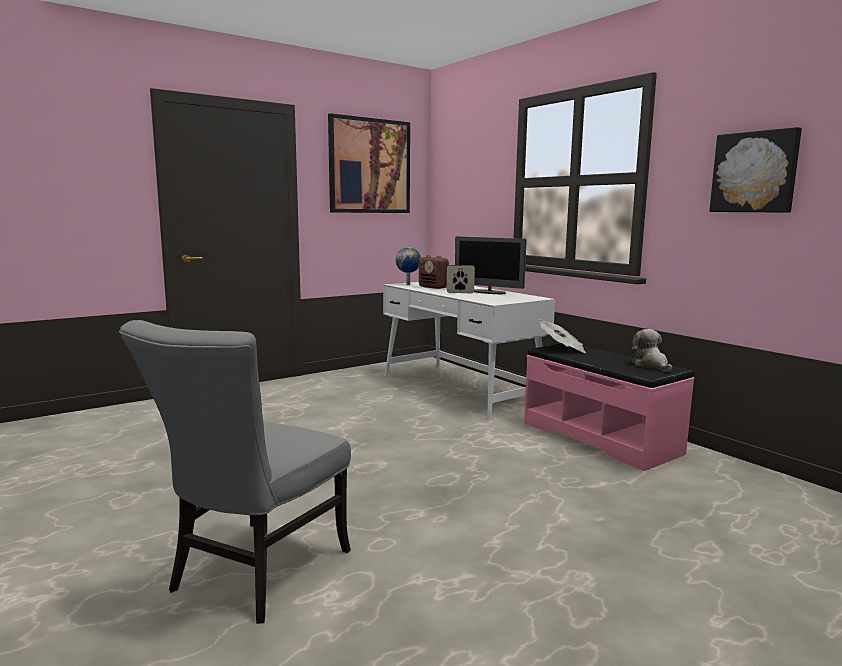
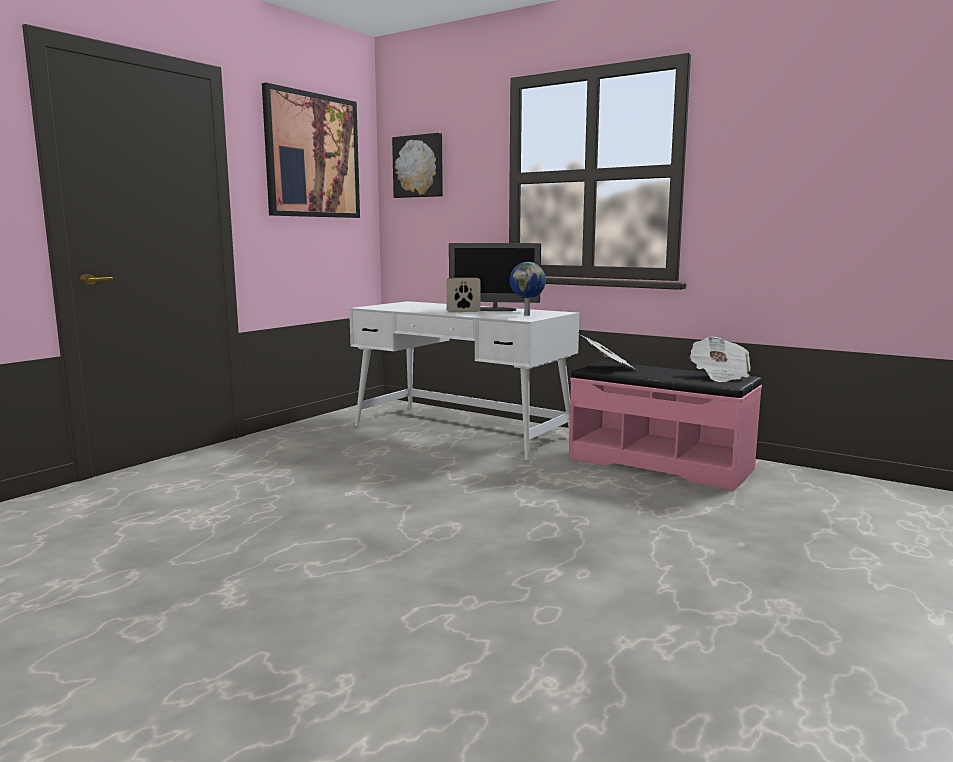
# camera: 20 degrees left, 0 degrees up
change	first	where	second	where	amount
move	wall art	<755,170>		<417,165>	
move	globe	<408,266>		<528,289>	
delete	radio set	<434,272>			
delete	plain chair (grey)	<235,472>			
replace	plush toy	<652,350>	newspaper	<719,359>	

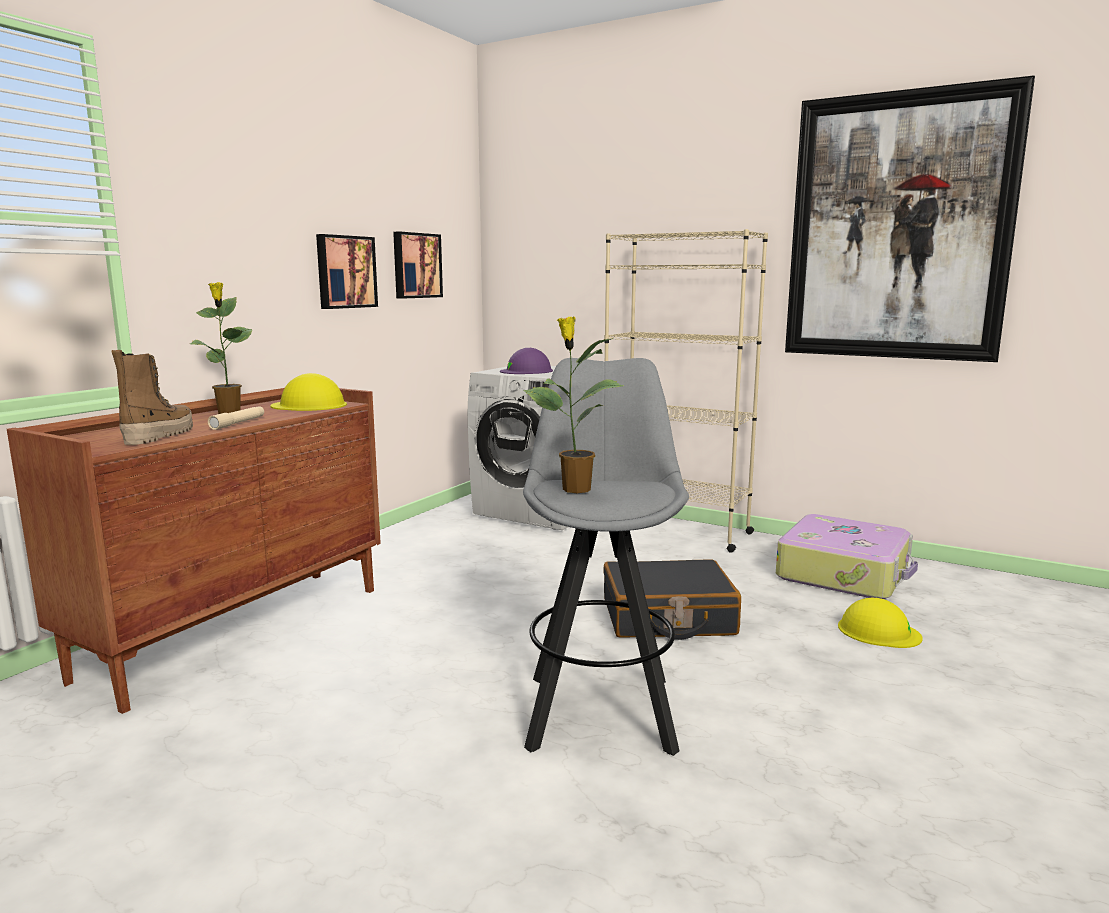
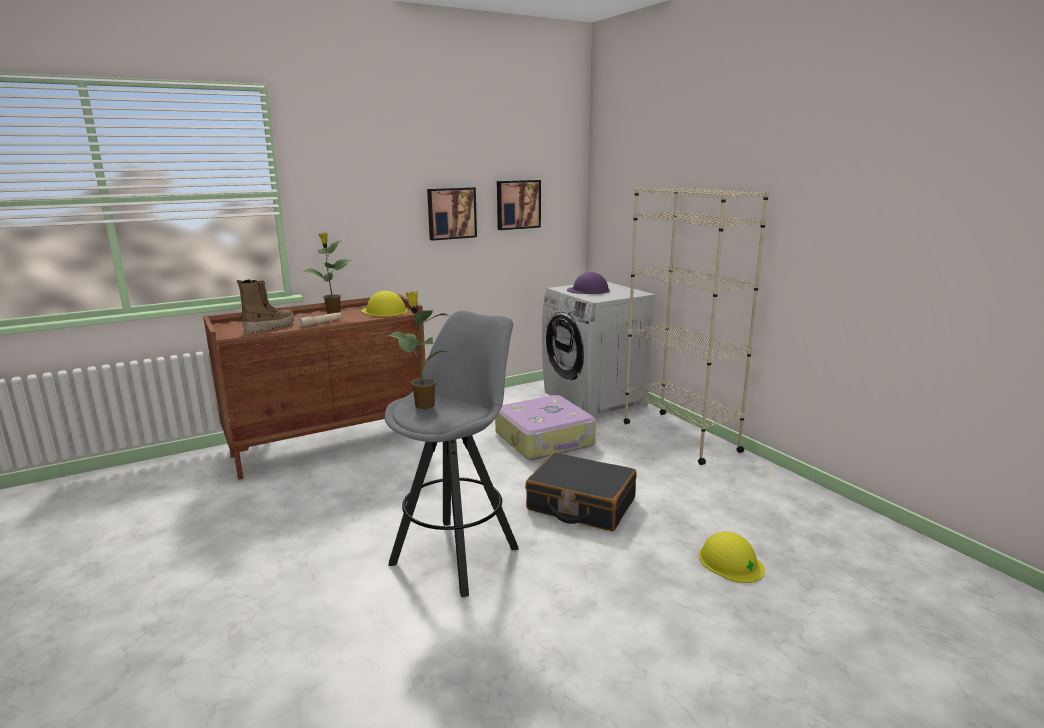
# camera: 30 degrees right, 5 degrees up
change	first	where	second	where	amount
delete	wall art	<910,218>			
move	piece of luggage	<847,556>		<545,427>	

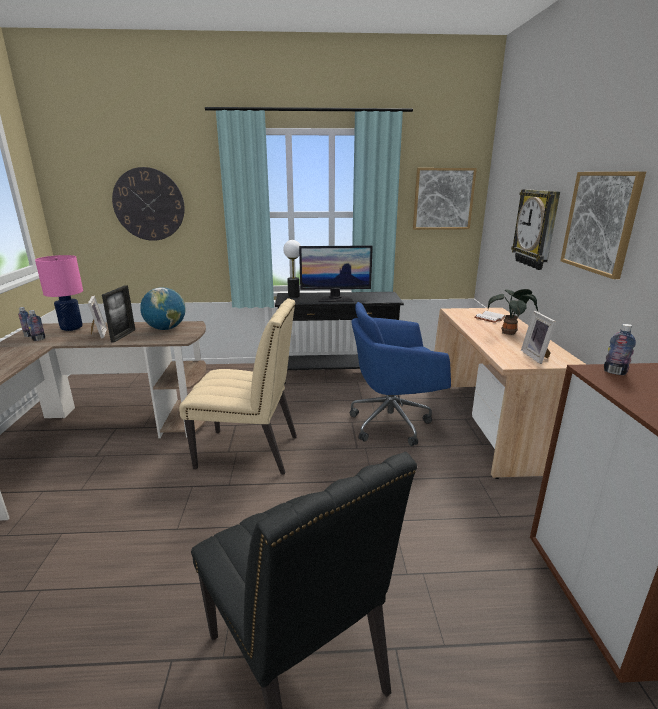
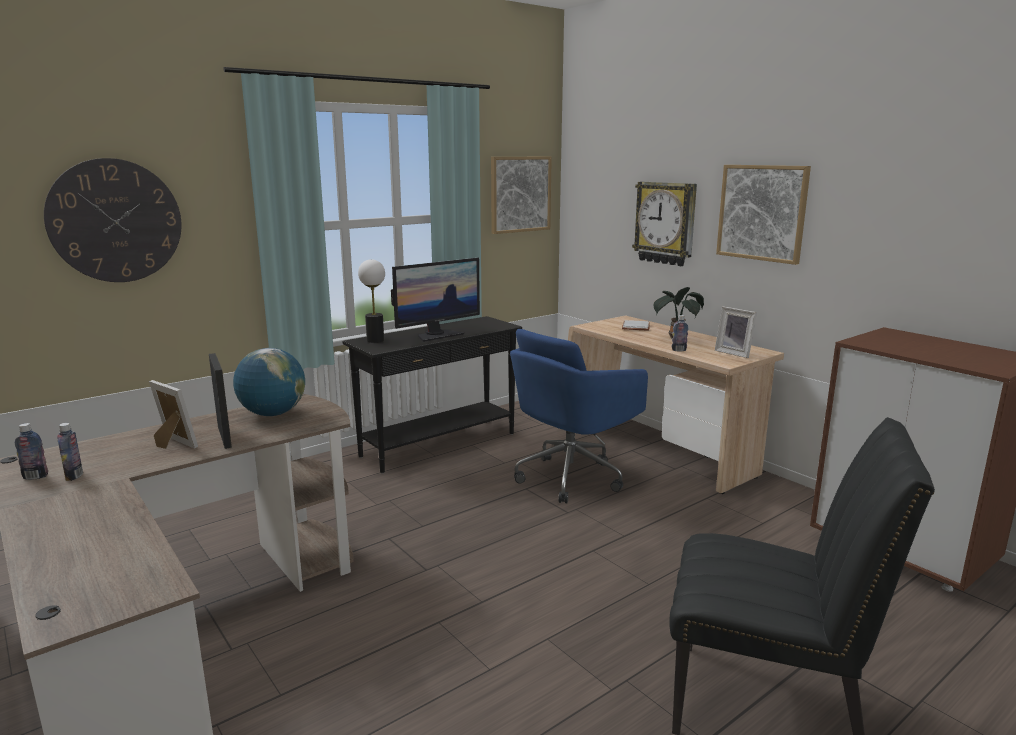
# camera: 35 degrees left, 5 degrees down
change	first	where	second	where	amount
delete	tabletop lamp (pink-coloured)	<59,293>			
delete	plain chair (beige)	<238,386>			
move	drink bottle	<620,349>		<680,333>	

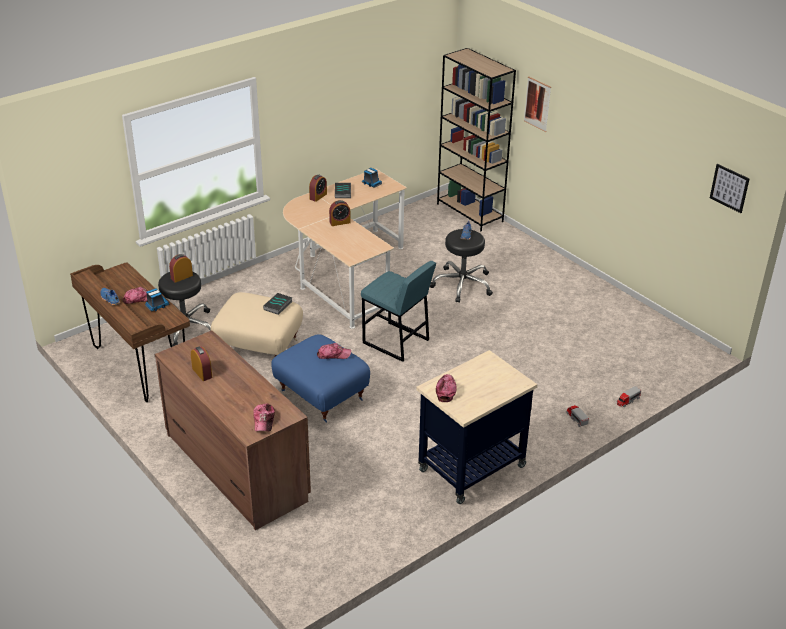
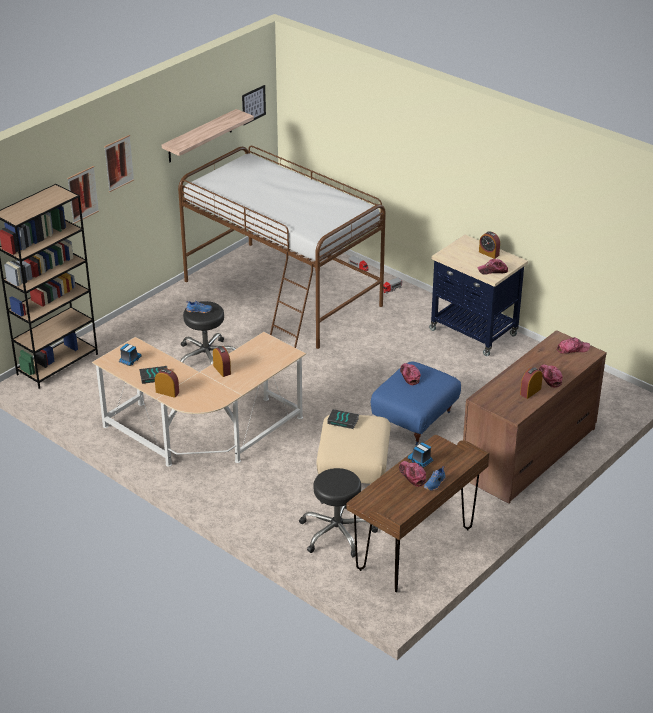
# camera: 100 degrees left, 0 degrees up
change	first	where	second	where	amount
move	alarm clock	<181,268>		<489,245>	
delete	sitting stool (bluish)	<398,311>			
insert			shelf	<208,135>	
insert			wall art	<119,163>	
insert			bed (brown-coloured)	<282,247>	
insert			peaked cap	<551,376>	

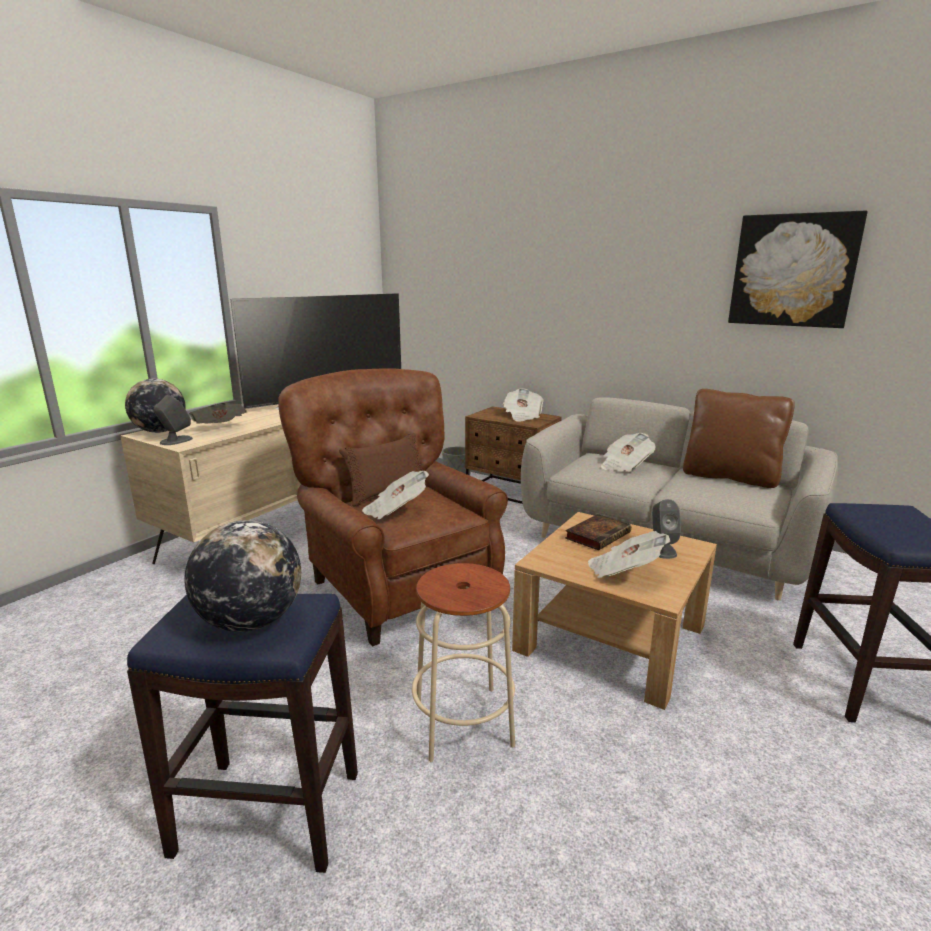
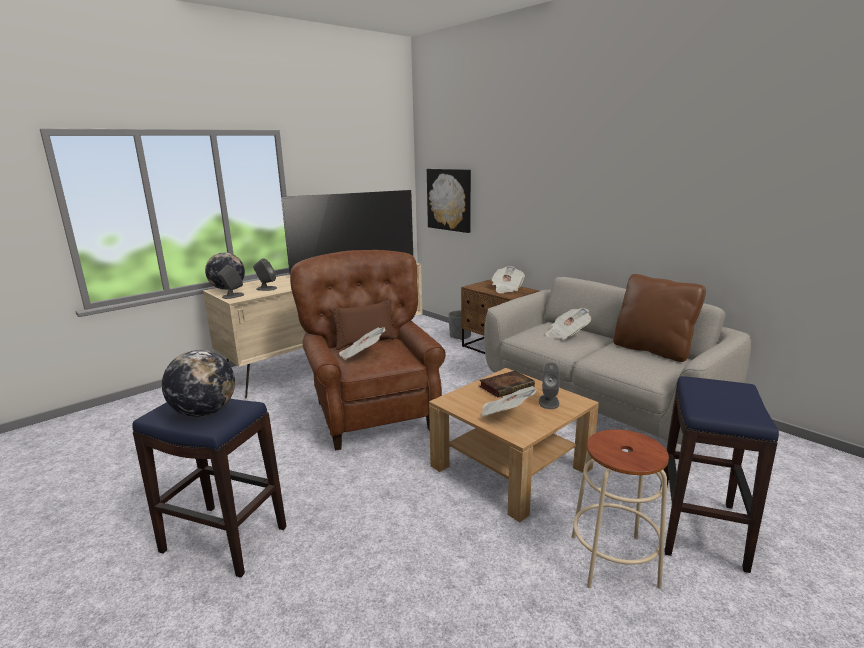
# camera: 15 degrees right, 0 degrees up
change	first	where	second	where	amount
move	wall art	<798,269>		<449,201>	
replace	newspaper	<218,413>	audio speaker (grey)	<265,274>	
move	sitting stool (beige)	<463,662>		<620,509>	

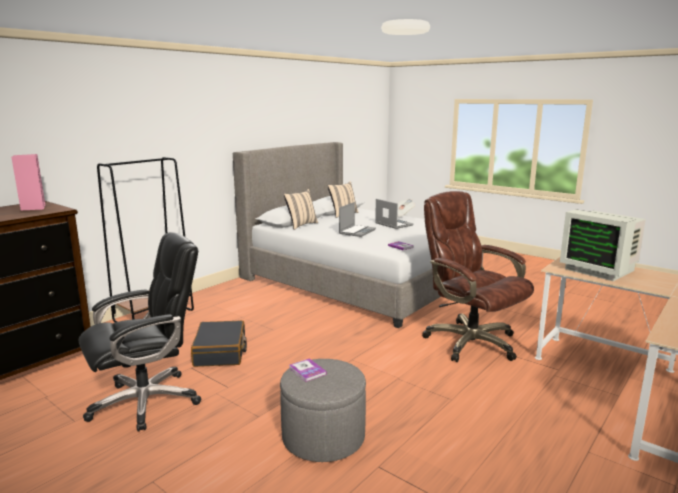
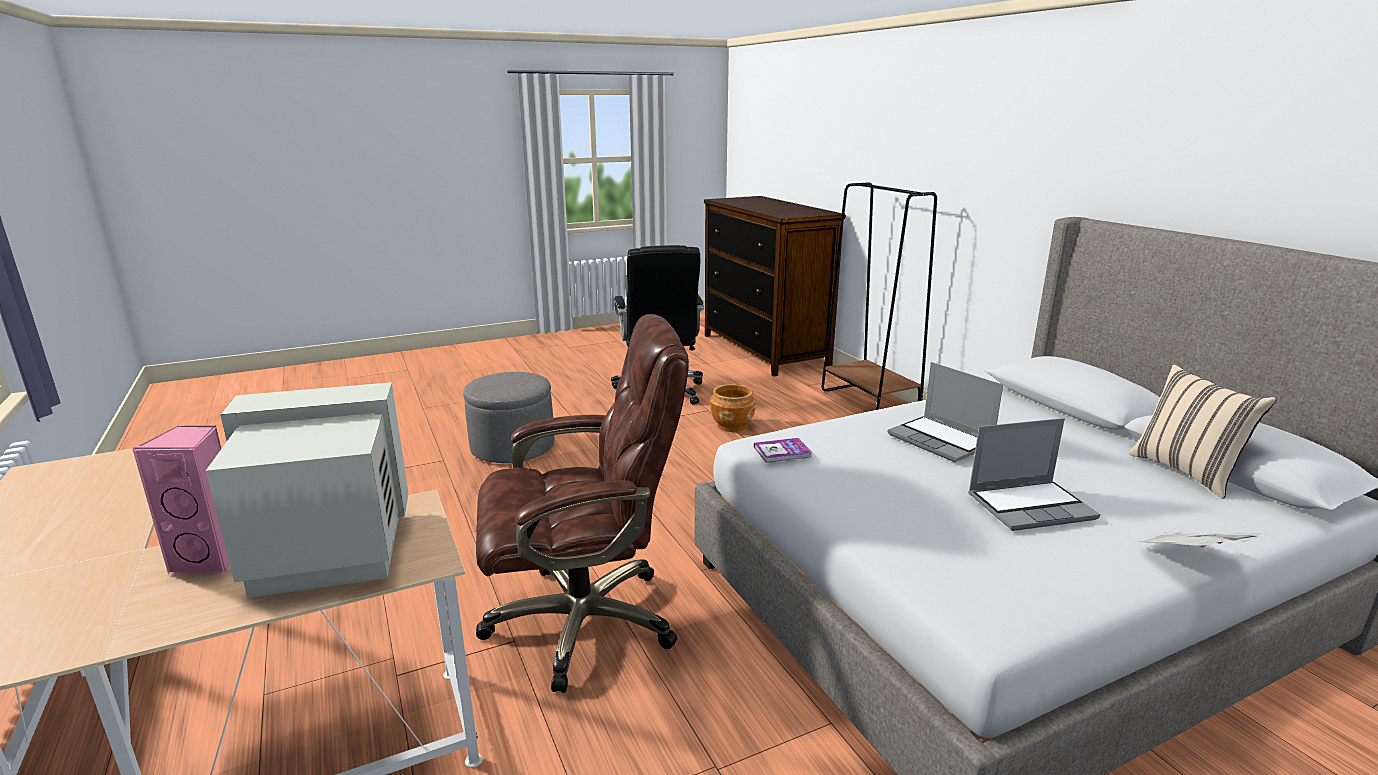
# camera: 115 degrees right, 5 degrees up
change	first	where	second	where	amount
move	audio speaker (pink-coloured)	<28,182>		<180,499>	
delete	cushion (beige)	<301,209>			
replace	piece of luggage (black)	<219,343>	planter (brown-coloured)	<733,408>	
delete	book	<308,370>			

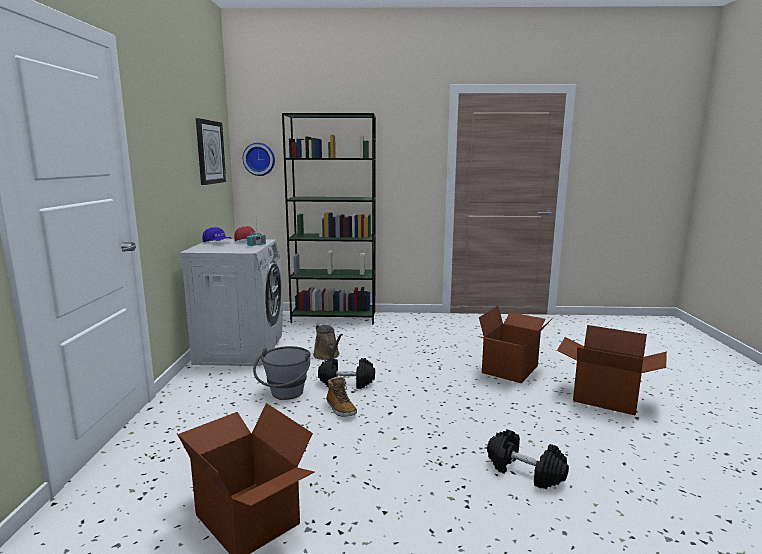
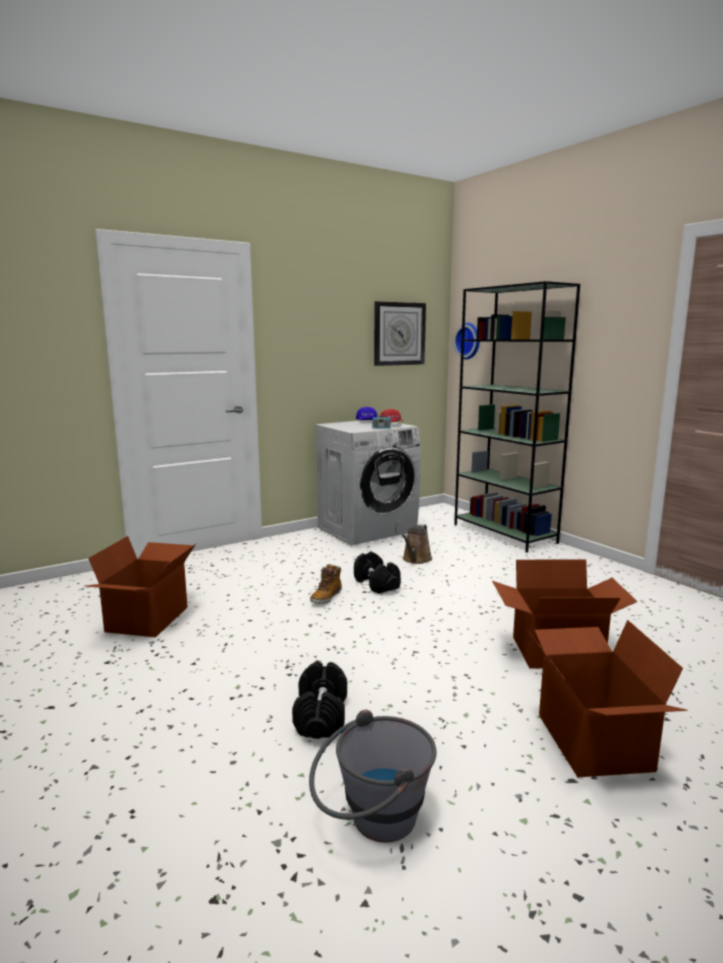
# camera: 55 degrees right, 0 degrees up
change	first	where	second	where	amount
move	water bucket (grey)	<282,373>		<373,776>	

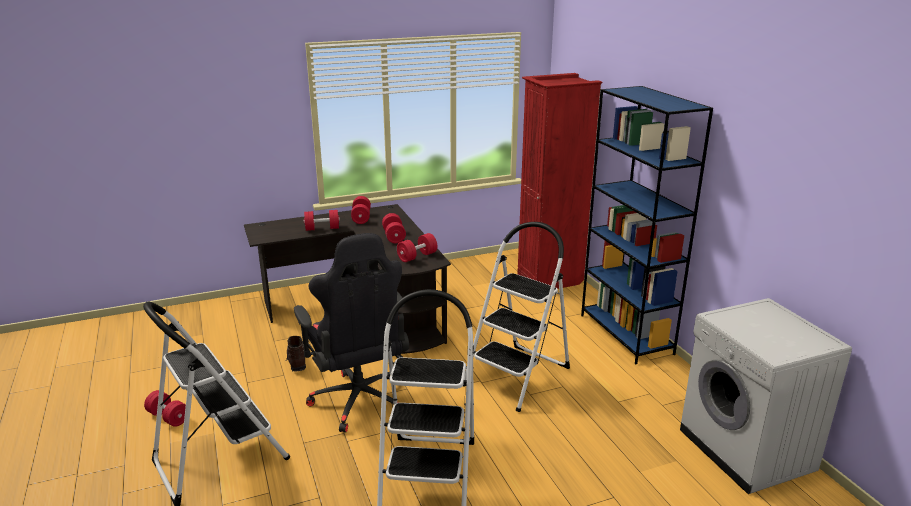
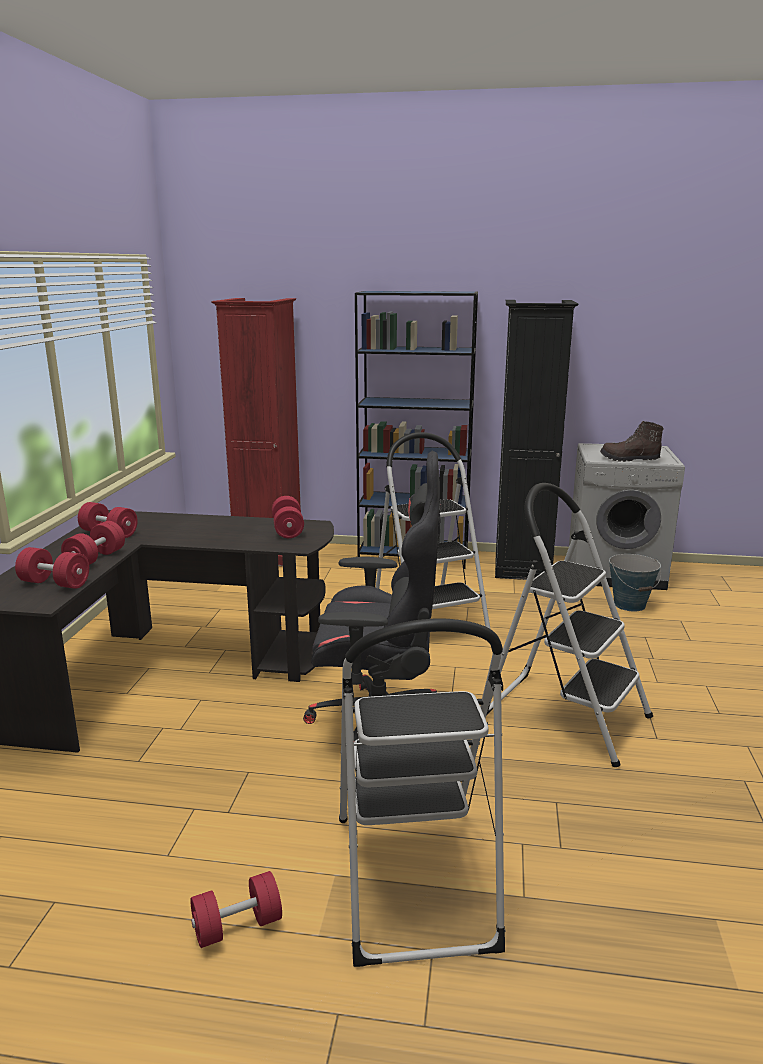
# camera: 60 degrees left, 5 degrees down
change	first	where	second	where	amount
move	free weight (red-coloured)	<394,228>		<52,568>	
move	boot (brown-coloured)	<296,354>		<632,441>	
insert			storage cabinet (black)	<537,440>	
insert			water bucket	<635,582>	

